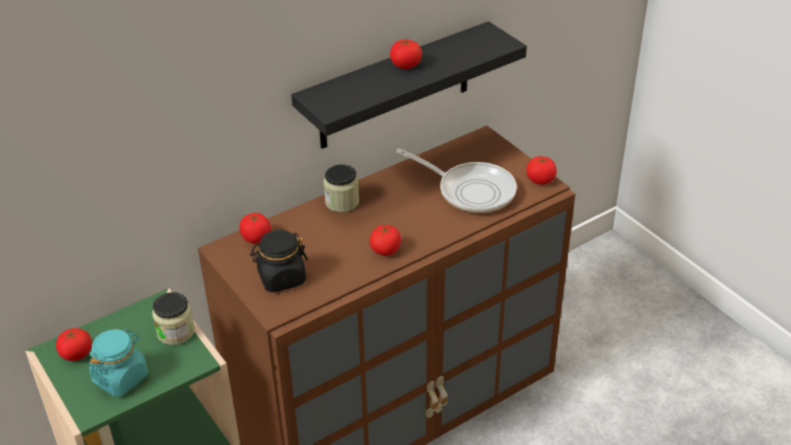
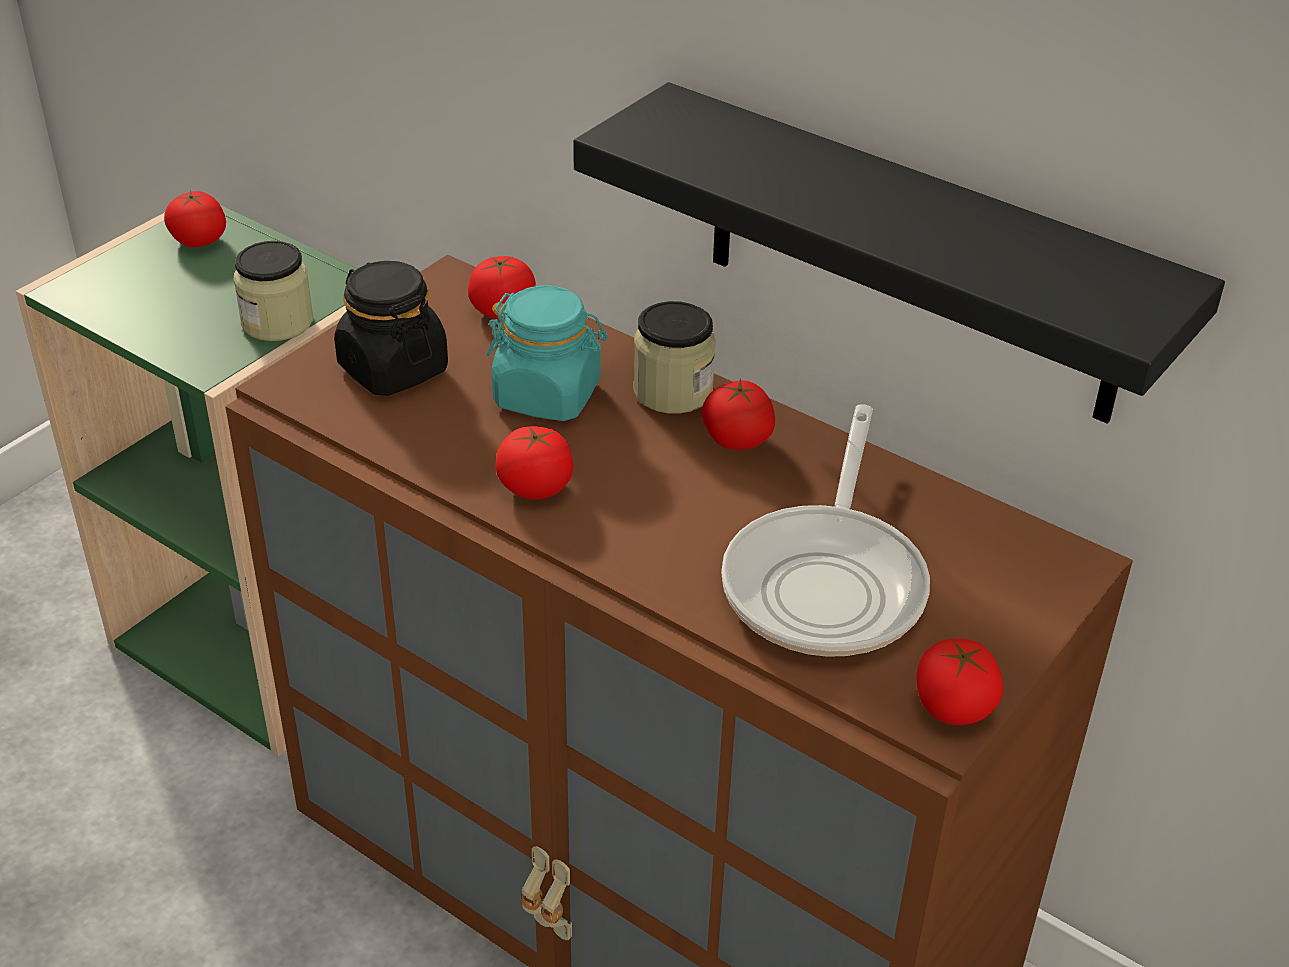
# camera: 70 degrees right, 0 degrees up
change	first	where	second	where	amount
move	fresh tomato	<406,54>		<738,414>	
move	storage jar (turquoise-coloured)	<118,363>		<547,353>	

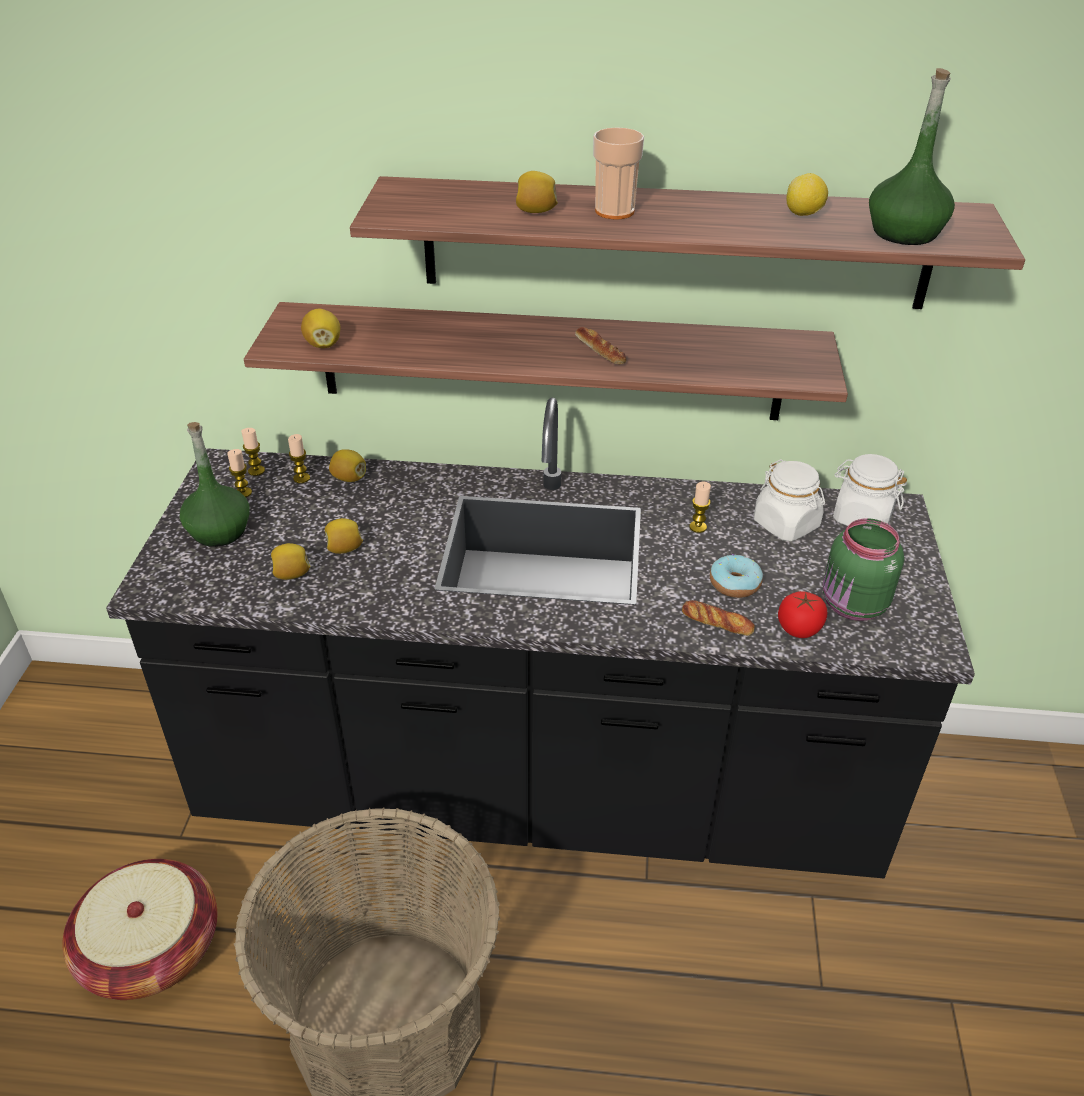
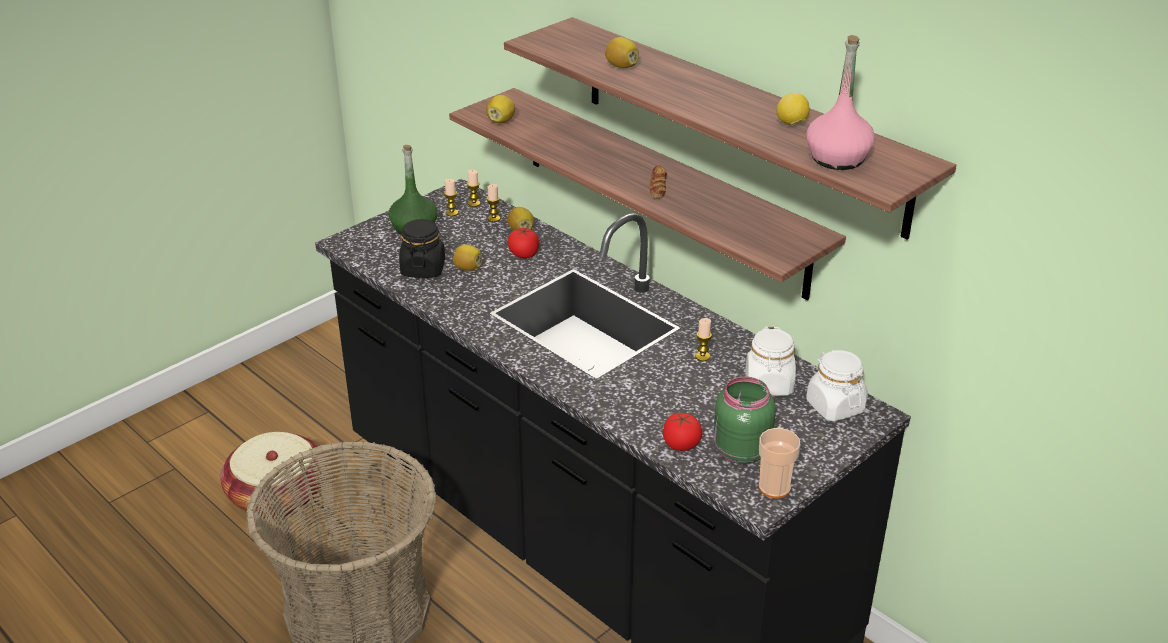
# camera: 40 degrees right, 5 degrees down
change	first	where	second	where	amount
recolor	drink bottle (greenish)	<912,156>	drink bottle (pink-coloured)	<840,102>	
move	small cup	<618,173>		<779,463>	
replace	lemon	<290,561>	storage jar (black)	<422,248>	
delete	ring doughnut	<736,576>			
delete	baked bread	<718,618>			
insert			fresh tomato	<524,242>	

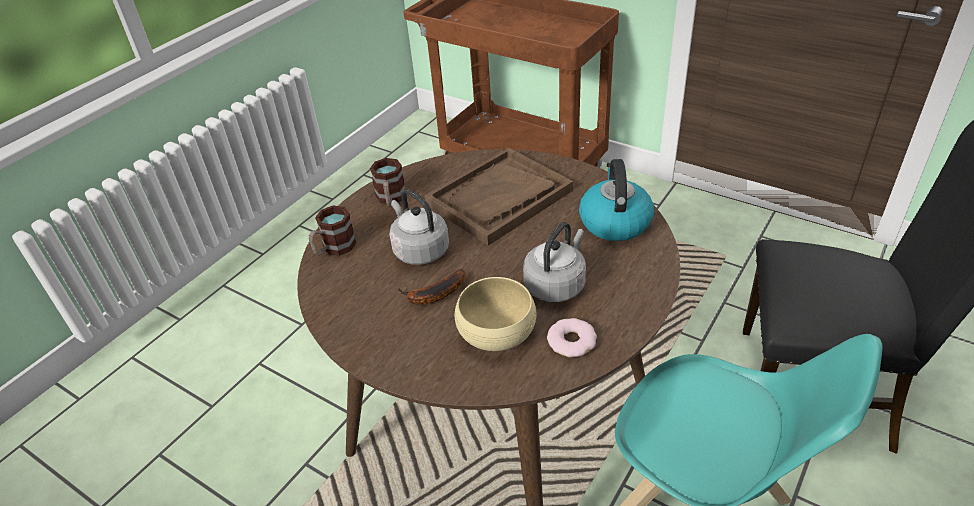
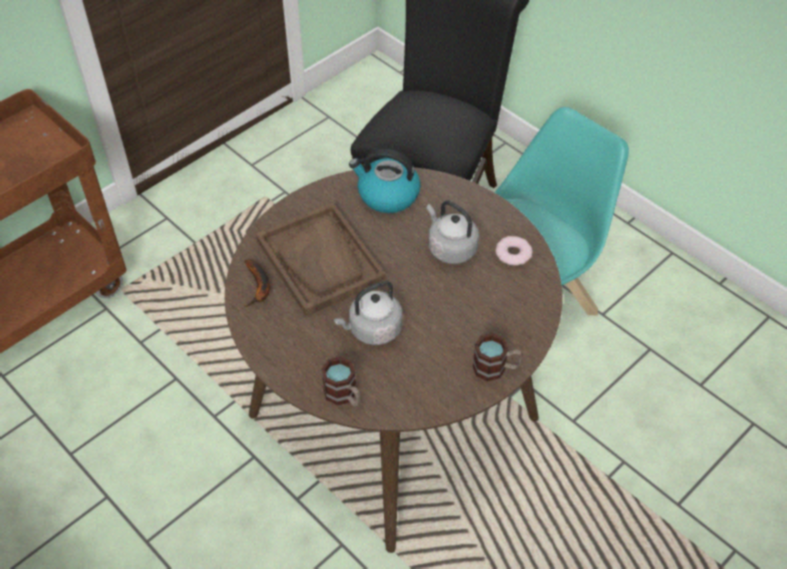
# camera: 80 degrees left, 10 degrees up
change	first	where	second	where	amount
move	coffee mug	<387,182>		<498,357>	
move	banana fruit	<431,287>		<256,283>	
delete	bowl (beige)	<495,314>			

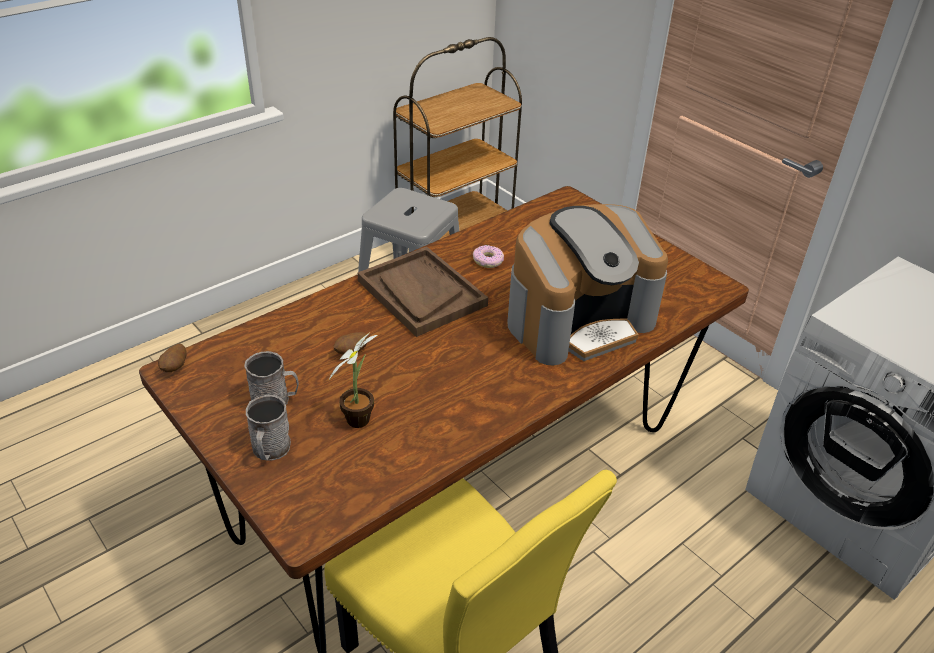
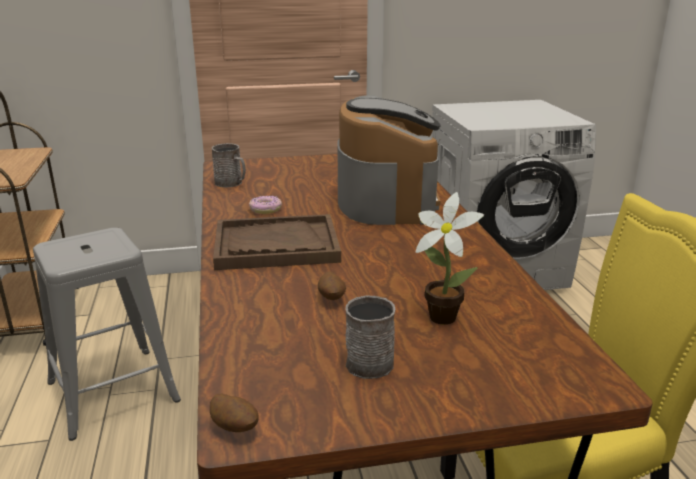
# camera: 60 degrees left, 15 degrees down
change	first	where	second	where	amount
move	coffee mug (grey)	<268,428>		<229,165>	

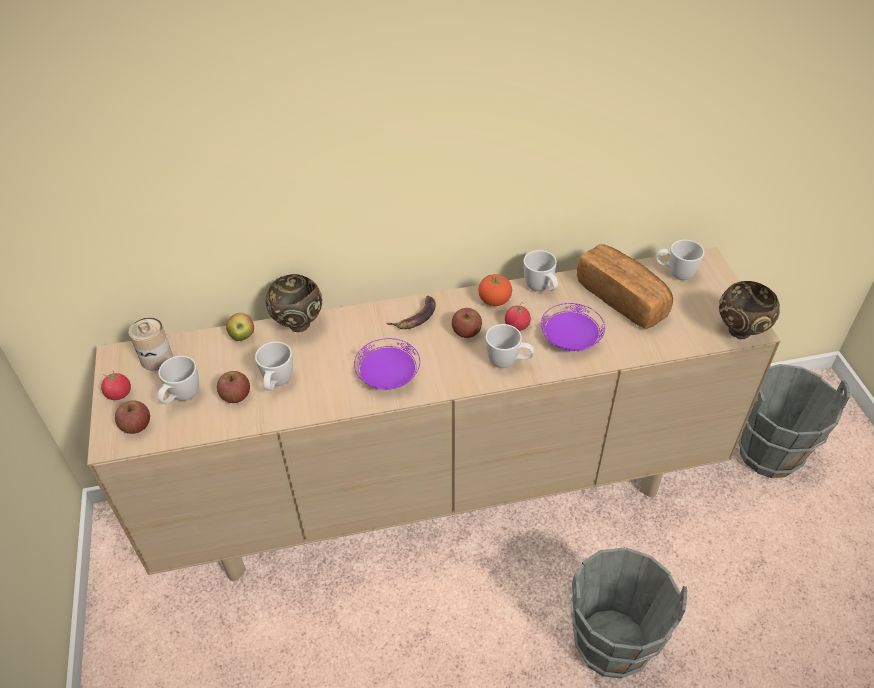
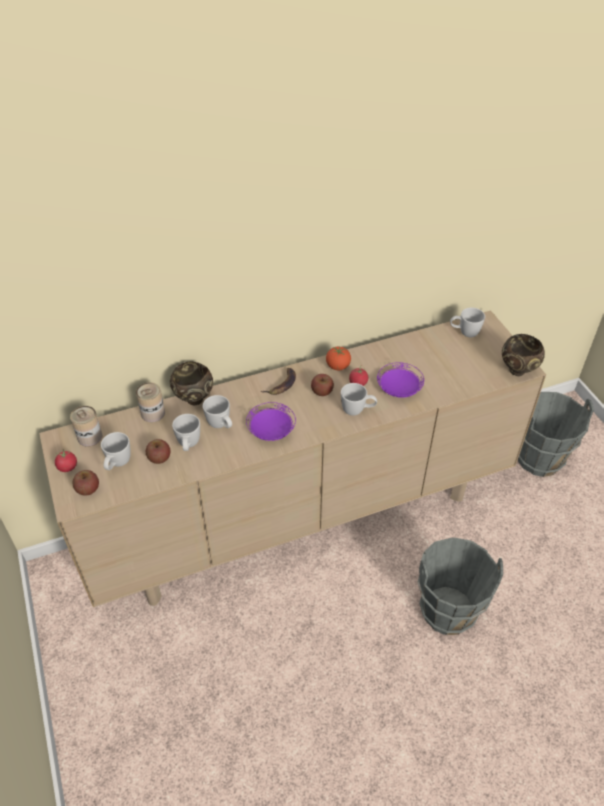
# camera: 10 degrees left, 0 degrees up
change	first	where	second	where	amount
delete	baked bread	<625,286>			
move	coffee mug (whitish)	<540,270>		<217,411>	
replace	whole apple	<240,327>	sealed can	<150,402>	

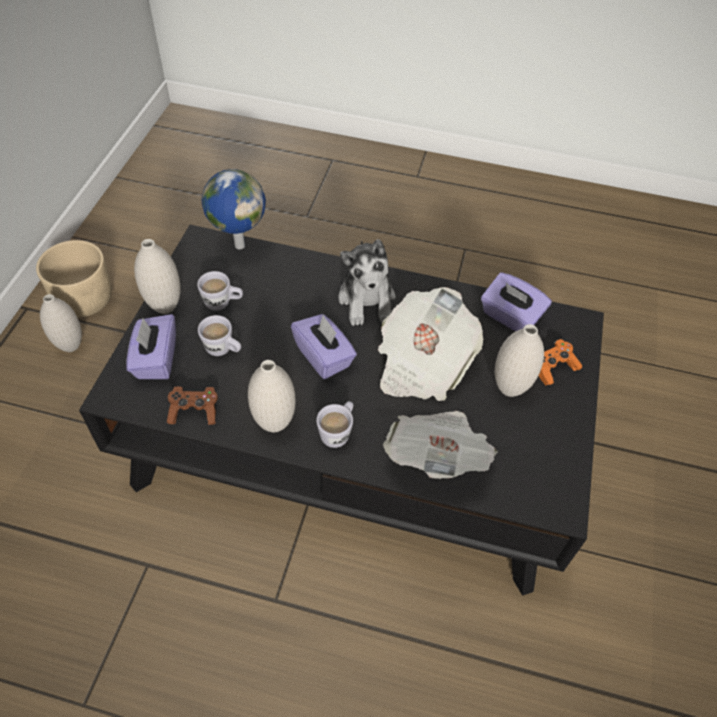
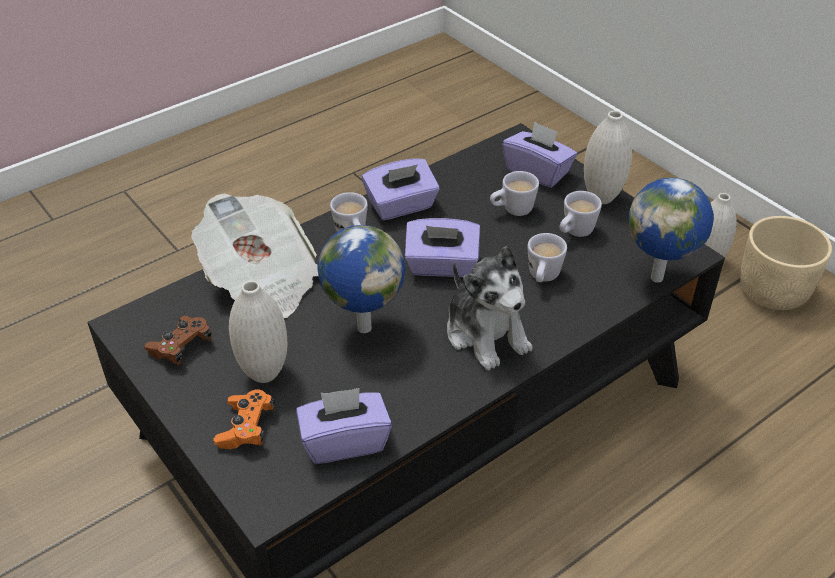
# camera: 130 degrees right, 10 degrees down
change	first	where	second	where	amount
rotate	plush toy	<367,282>		<490,308>	150 degrees counterclockwise
replace	newspaper	<430,344>	globe	<361,279>	
replace	flower vase (whitish)	<272,396>	box of tissues (purplish)	<401,189>	
move	joypad (brown-coloured)	<192,405>		<178,340>	
insert			coffee mug (whitish)	<547,257>	

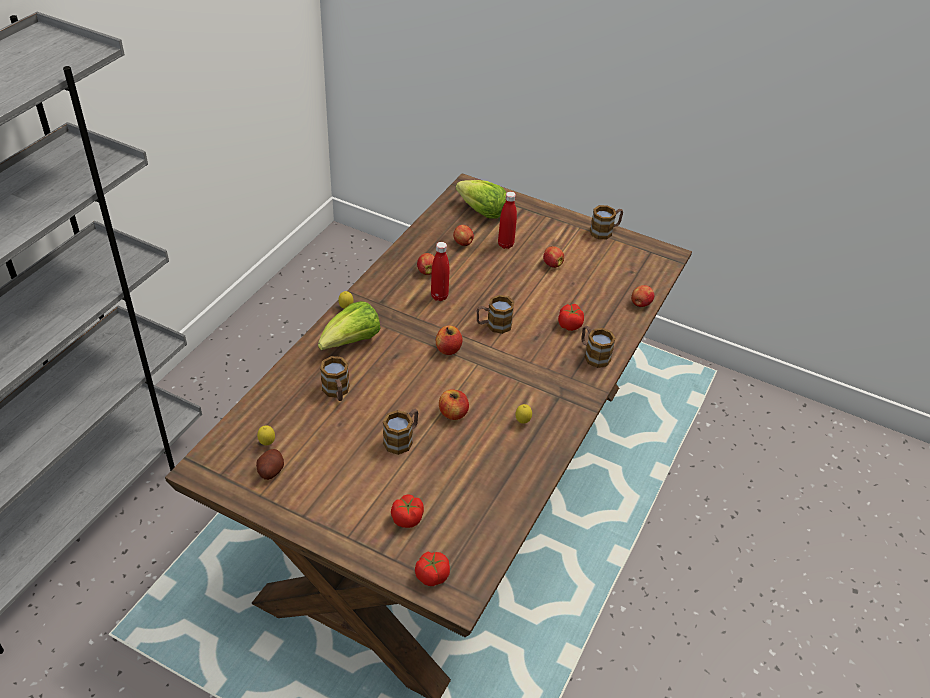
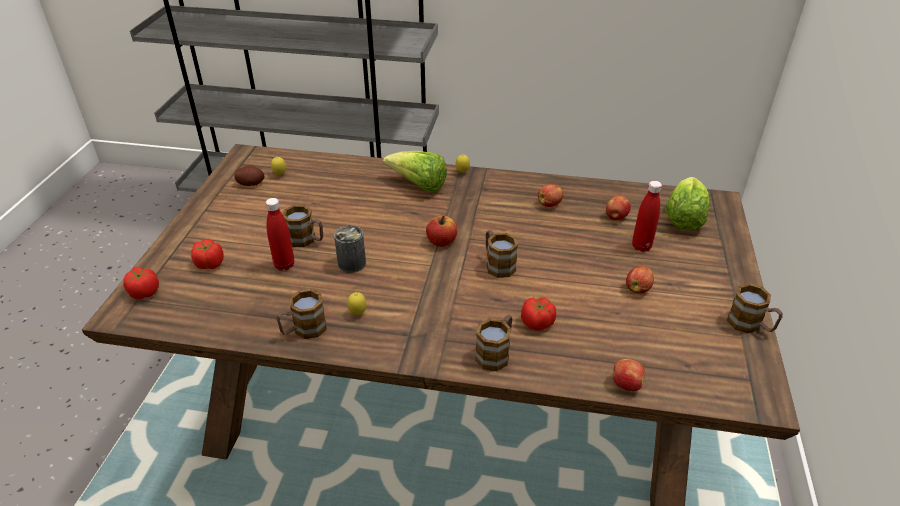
# camera: 75 degrees right, 5 degrees down
change	first	where	second	where	amount
move	drink bottle (red-coloured)	<440,271>		<279,234>	
move	coffee mug	<335,378>		<301,314>	
replace	whole apple	<454,405>	sealed can	<350,249>	

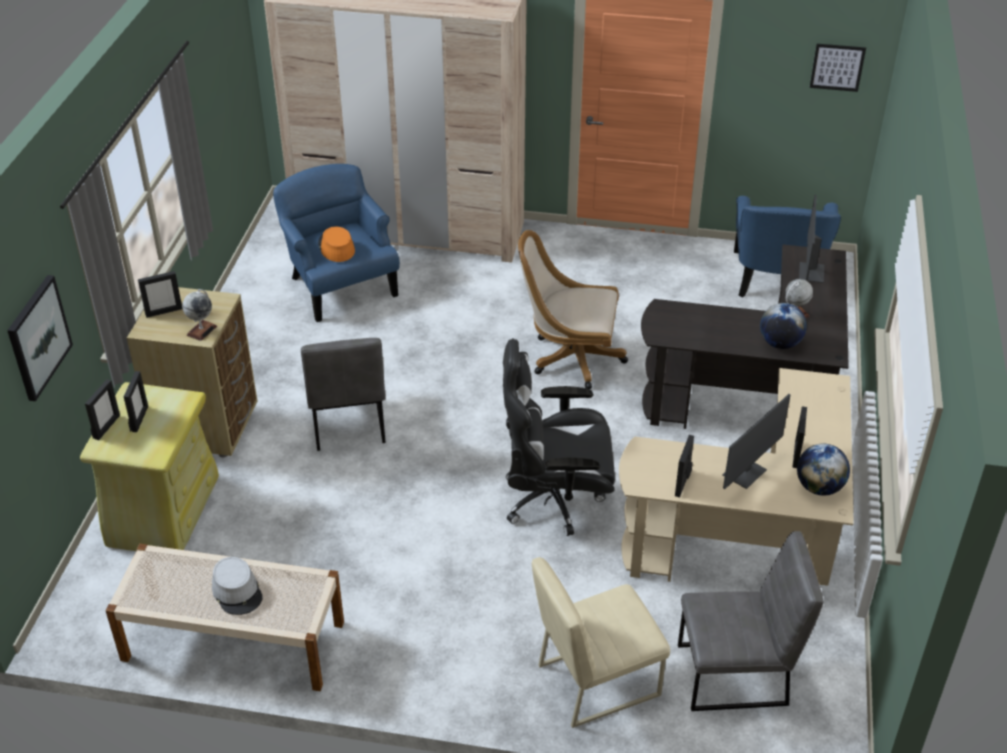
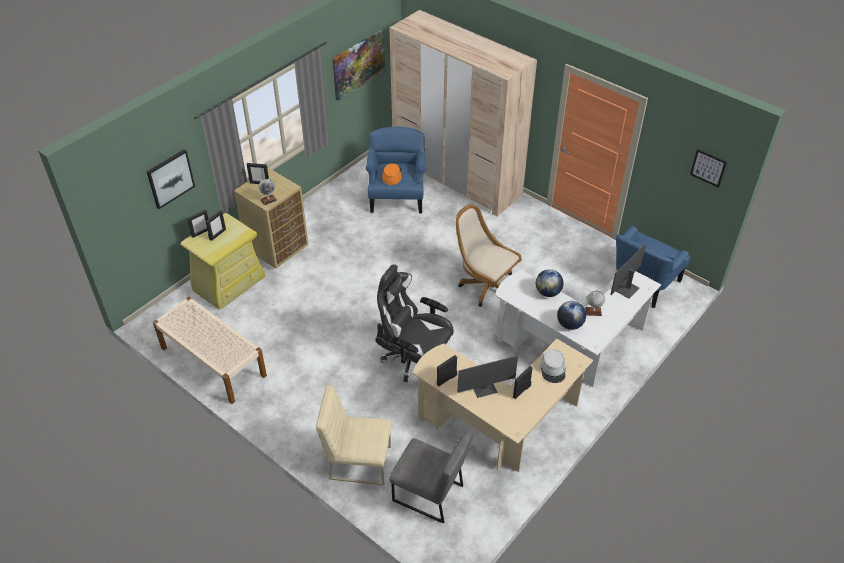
# camera: 30 degrees right, 5 degrees up
change	first	where	second	where	amount
recolor	desk table (black)	<745,337>	desk table (whitish)	<578,328>	
delete	plain chair (grey)	<343,394>			
move	globe	<823,470>		<550,283>	
move	clothing hat (grey)	<237,586>		<553,366>	
insert			wall art	<358,65>	

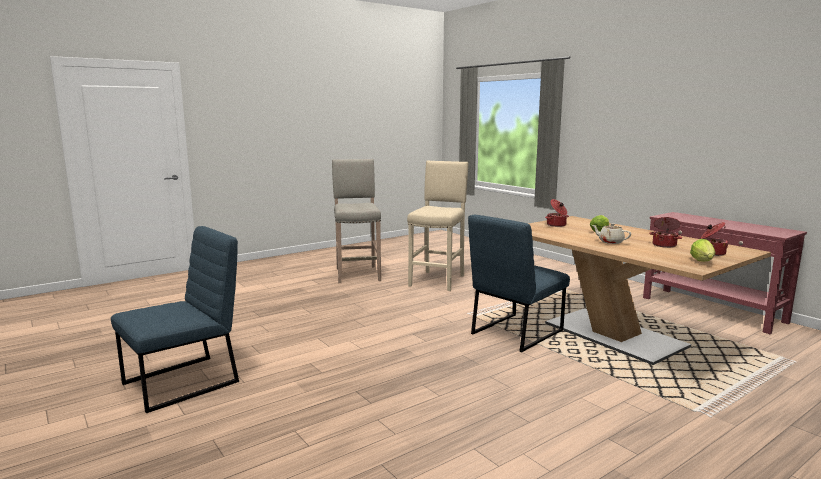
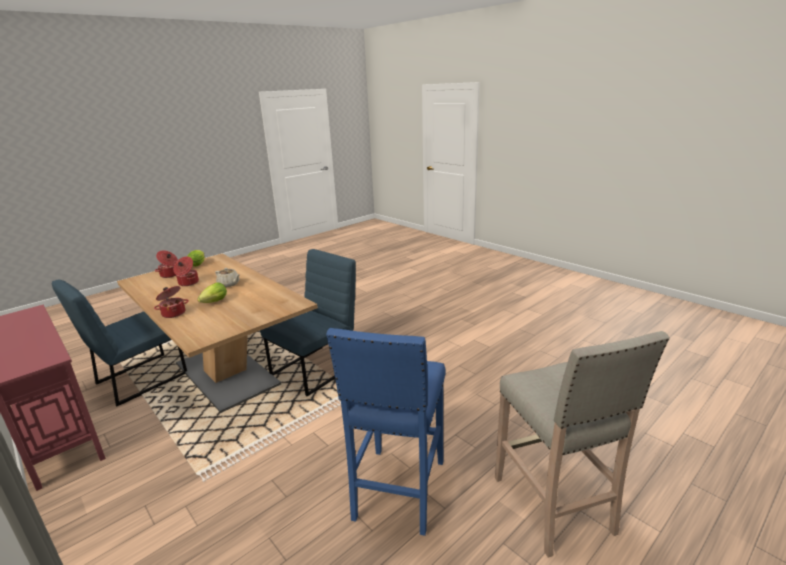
# camera: 175 degrees right, 10 degrees up
change	first	where	second	where	amount
recolor	sitting stool (beige)	<437,225>	sitting stool (bluish)	<386,432>	
move	saucepot	<557,213>		<171,302>	
move	plain chair (bluish)	<175,319>		<119,342>	

